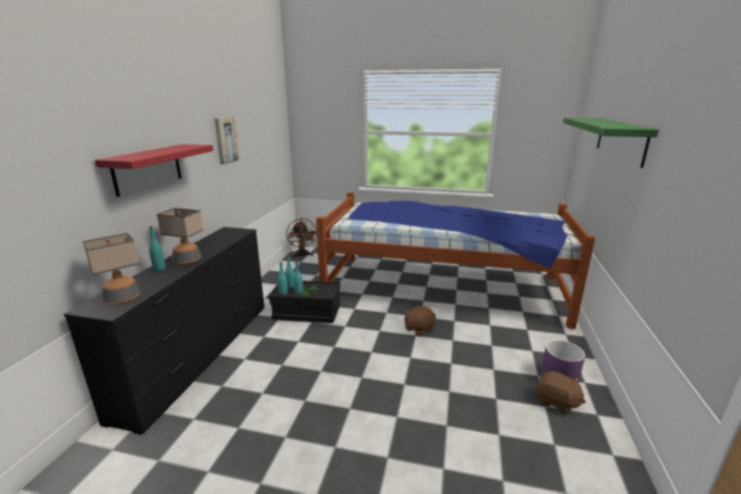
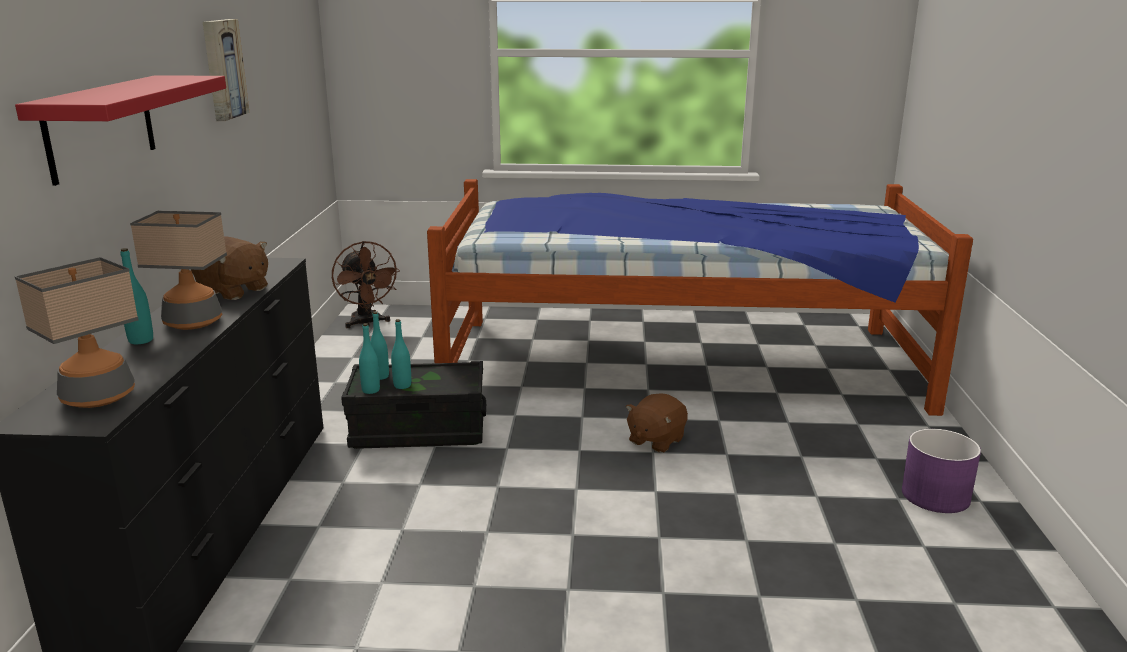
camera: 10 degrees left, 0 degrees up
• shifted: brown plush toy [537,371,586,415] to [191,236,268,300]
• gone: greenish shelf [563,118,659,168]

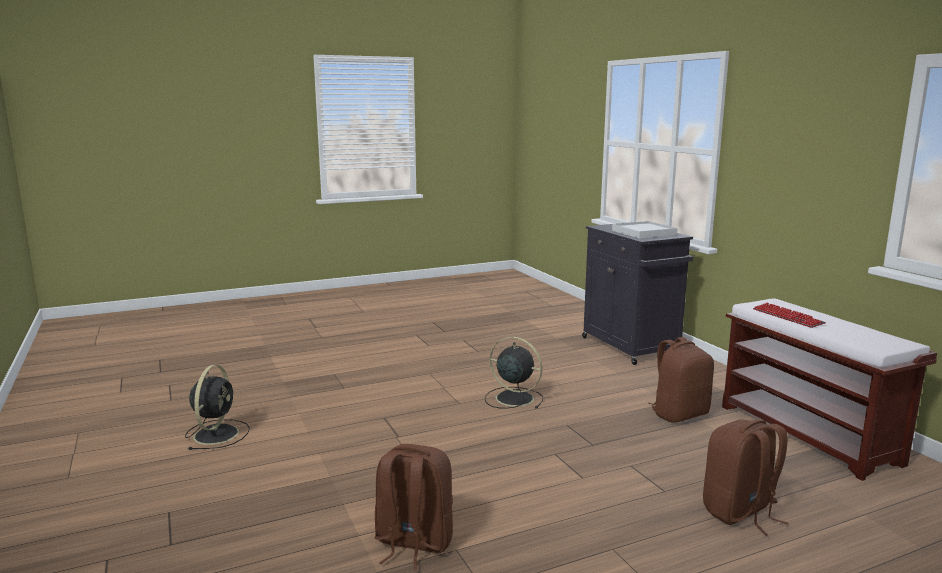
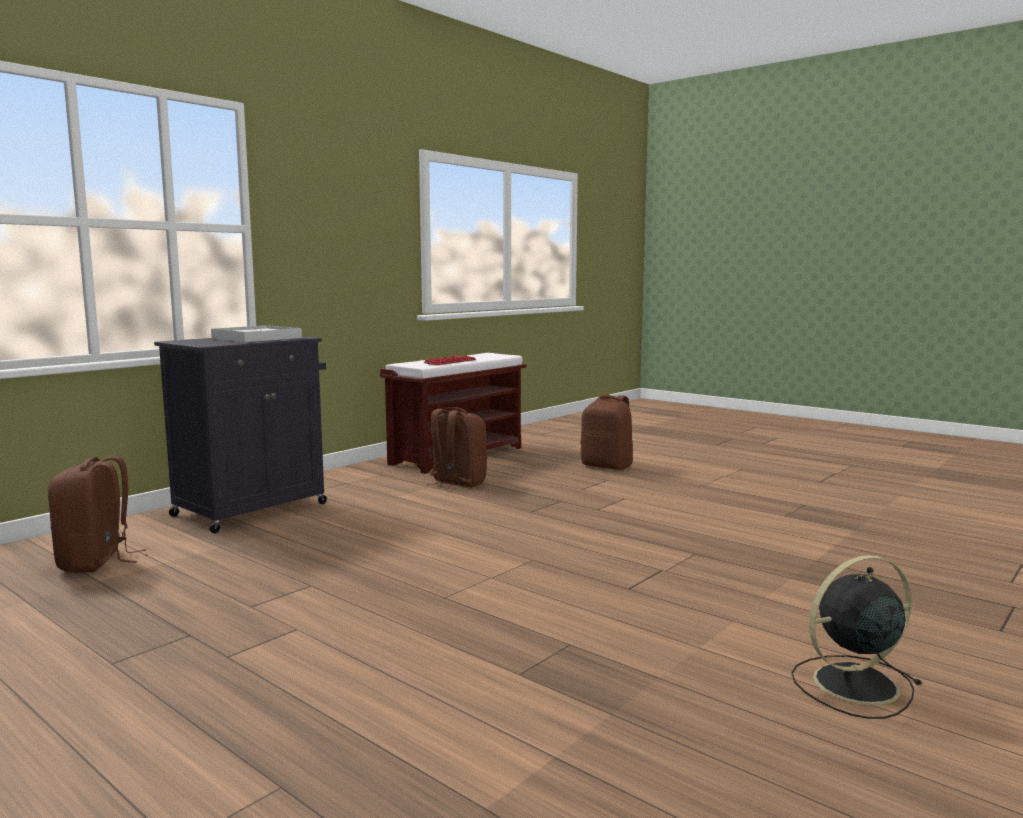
camera: 115 degrees left, 5 degrees down
• shifted: brown backpack [375,444,453,570] to [48,455,146,573]
• gone: black fan [485,337,543,409]

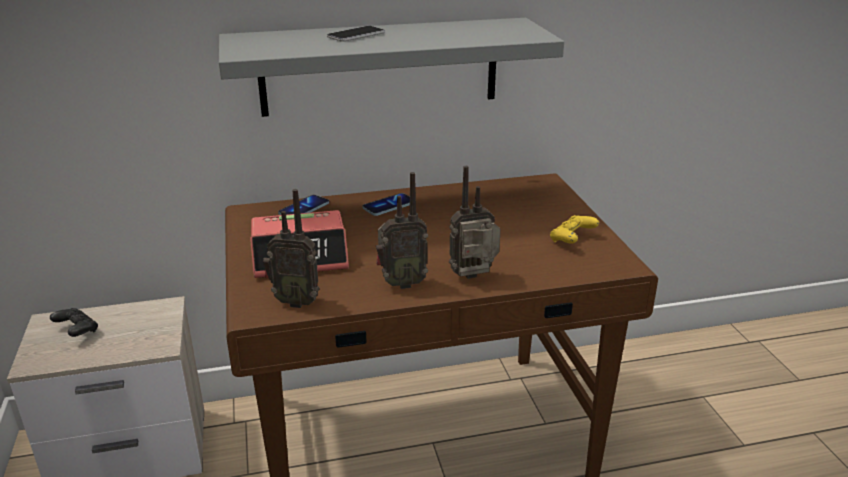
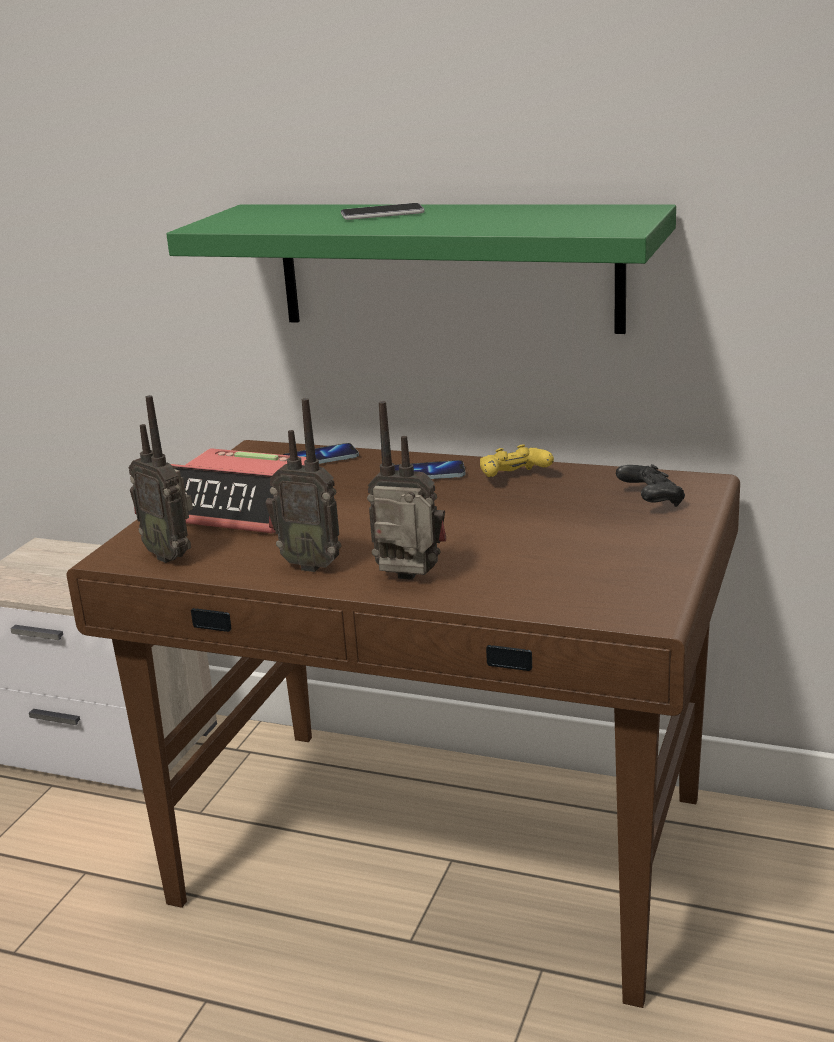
camera: 35 degrees right, 5 degrees down
• shifted: black gamepad [50,308,98,337] to [616,464,685,507]
• repainted: greyish shelf [219,18,564,117] to greenish shelf [166,205,676,334]
• shifted: yellow-coloured gamepad [550,215,599,244] to [480,444,554,477]

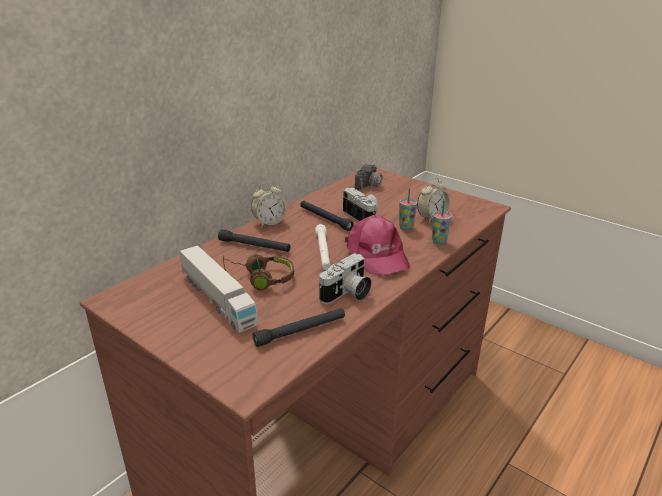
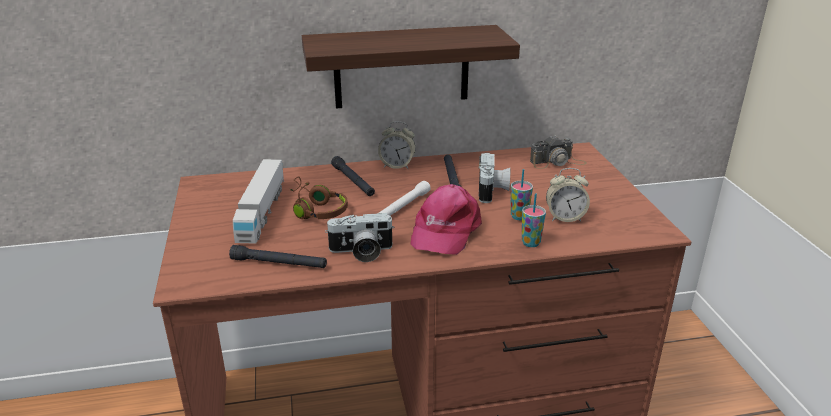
camera: 40 degrees right, 0 degrees up
• new: shelf [302,25,520,108]

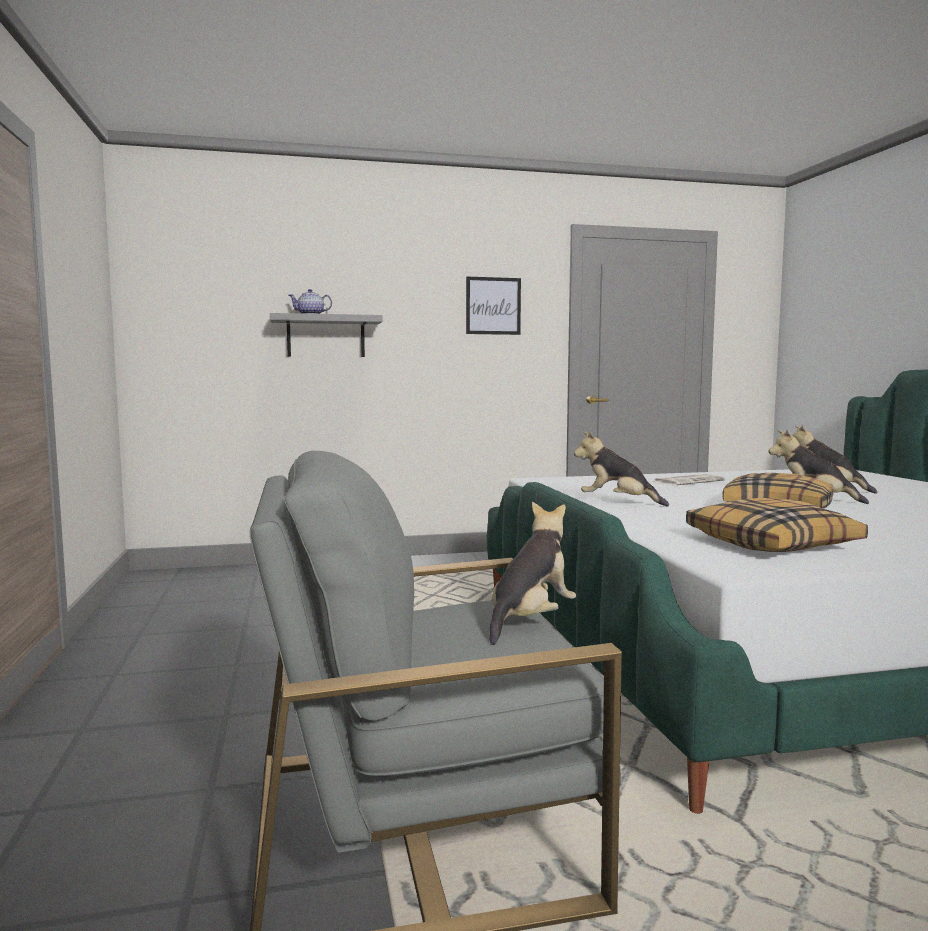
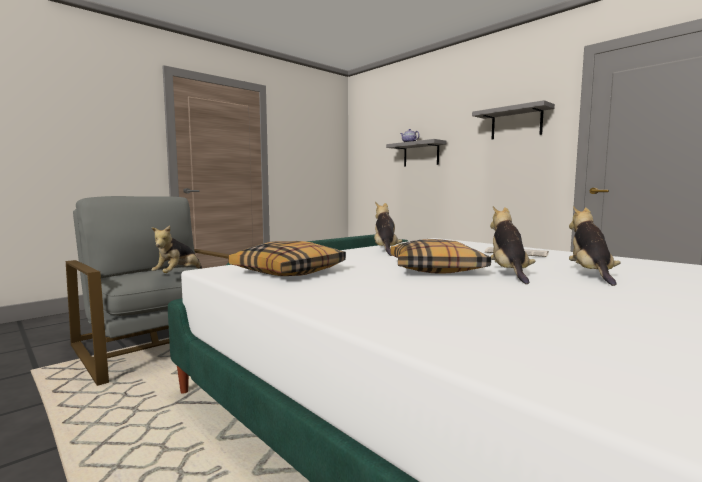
camera: 60 degrees right, 0 degrees up
• swapped: wall picture [466,277,521,335] to greyish shelf [472,100,555,139]
• rotated: plush toy [490,502,576,645] = [151,226,202,273] 105 degrees clockwise

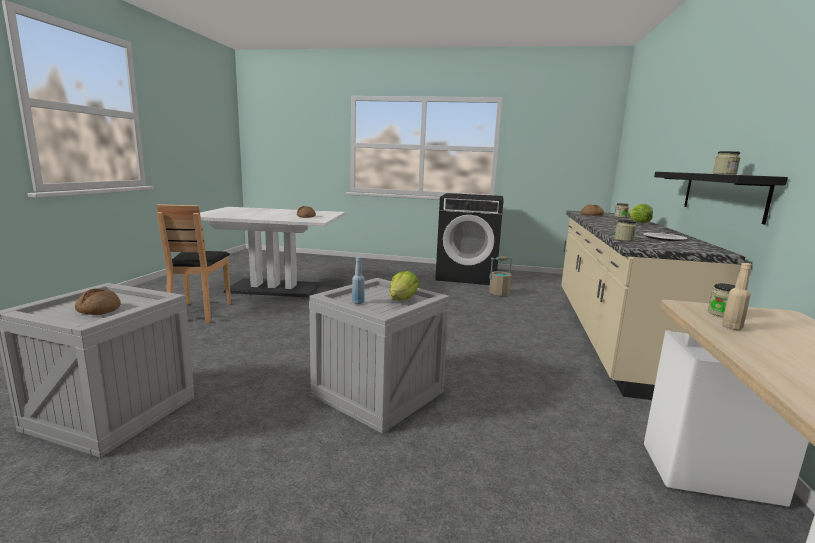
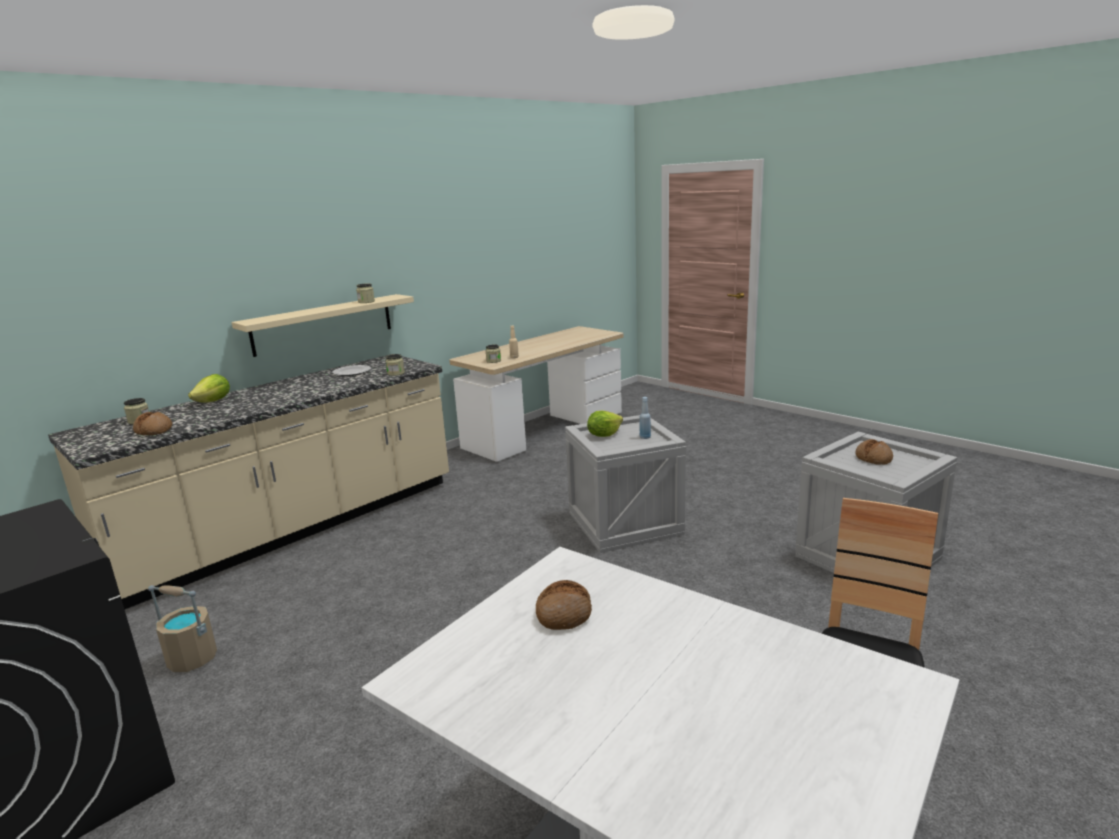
camera: 145 degrees left, 5 degrees up
• repainted: black shelf [654,172,788,225] to beige-coloured shelf [231,294,414,357]

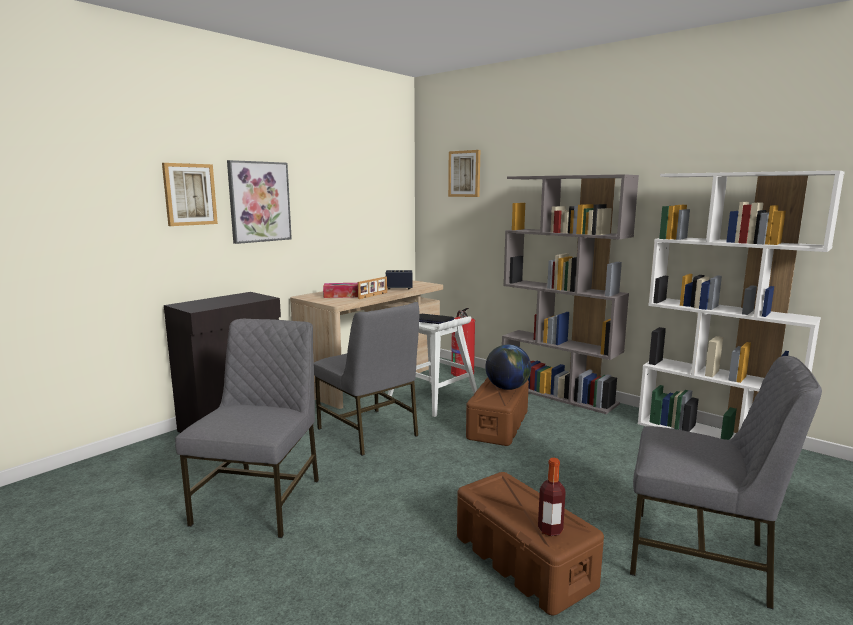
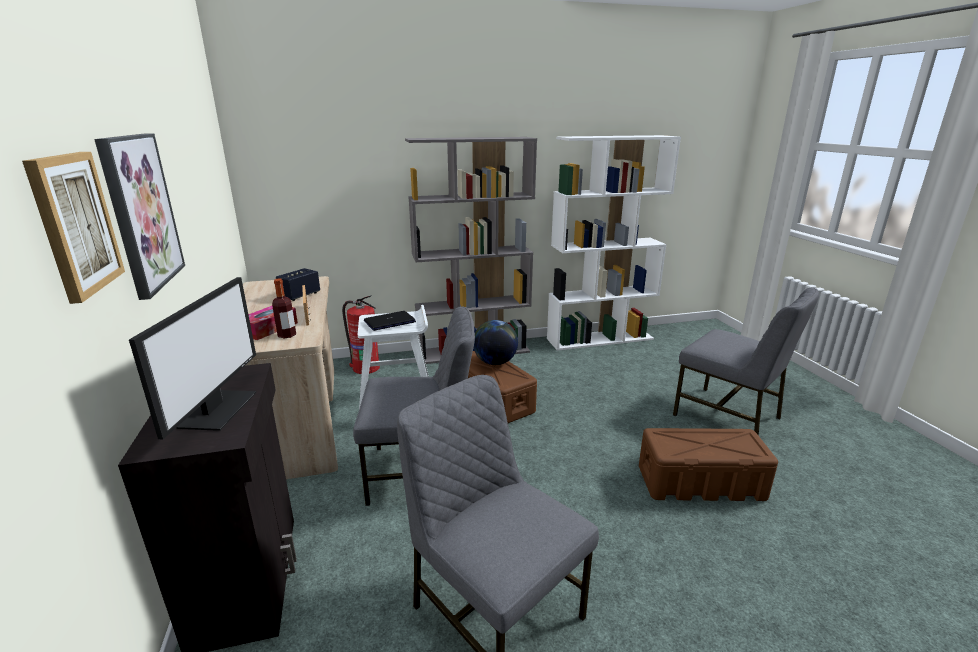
camera: 55 degrees left, 10 degrees up
• gone: wall picture [448,150,480,197]
• shifted: bottle [538,458,566,536] to [272,278,296,338]
• rotated: greyish chair [630,356,822,609] = [673,288,819,436] 75 degrees clockwise
• new: computer screen [129,277,256,439]

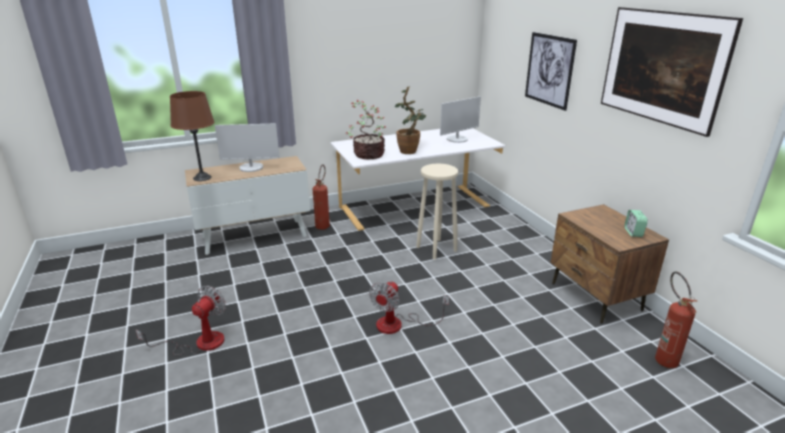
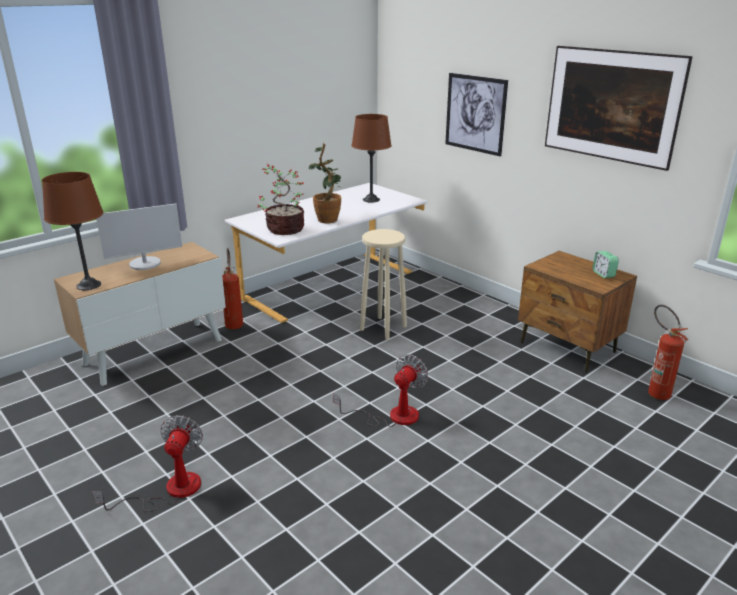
camera: 20 degrees left, 0 degrees up
• rotated: fan [369,281,449,334] = [333,354,428,427] 150 degrees counterclockwise
• swapped: computer screen [440,96,481,143] to brown tabletop lamp [351,114,392,203]

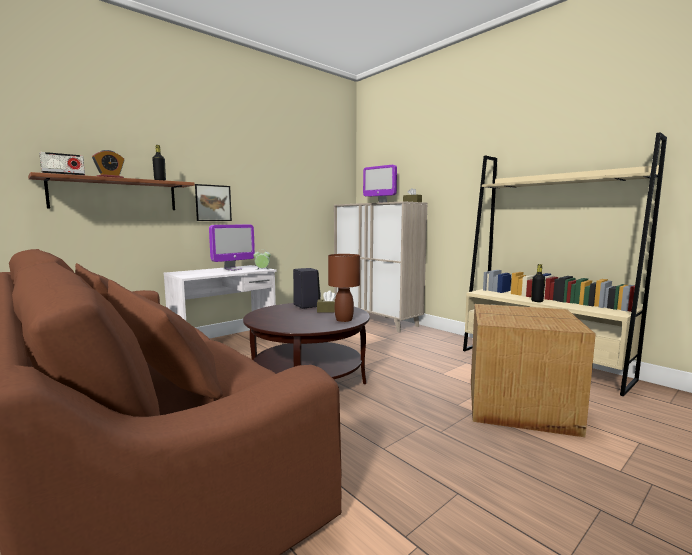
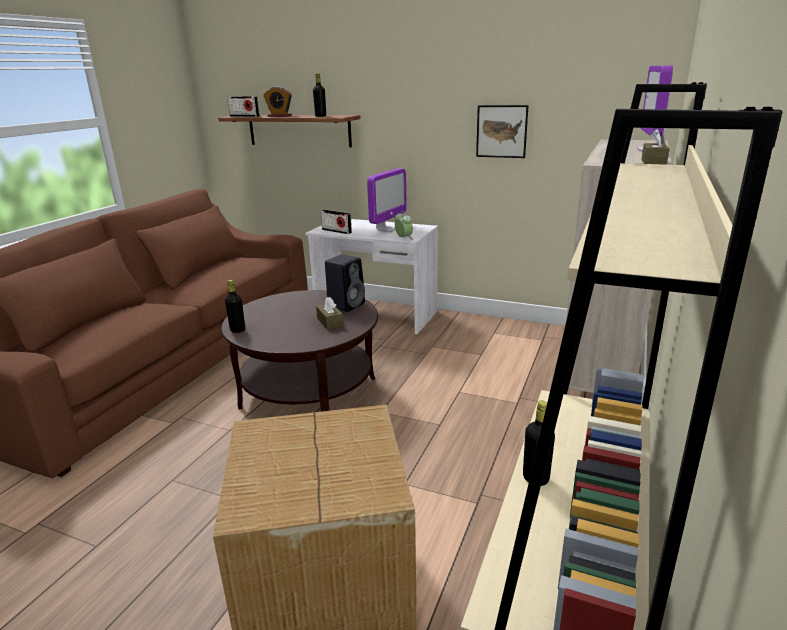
camera: 65 degrees right, 15 degrees up
• shifted: wall picture [195,184,232,221] to [476,105,529,158]
• rotated: computer screen [209,225,255,271] = [367,168,407,232] 75 degrees counterclockwise
• gone: brown tabletop lamp [328,254,360,322]
• new: black bottle [225,280,245,333]
• new: radio set [321,210,352,234]

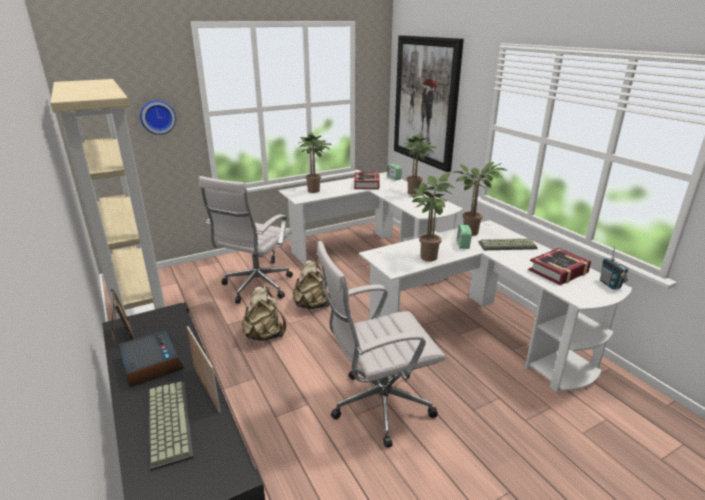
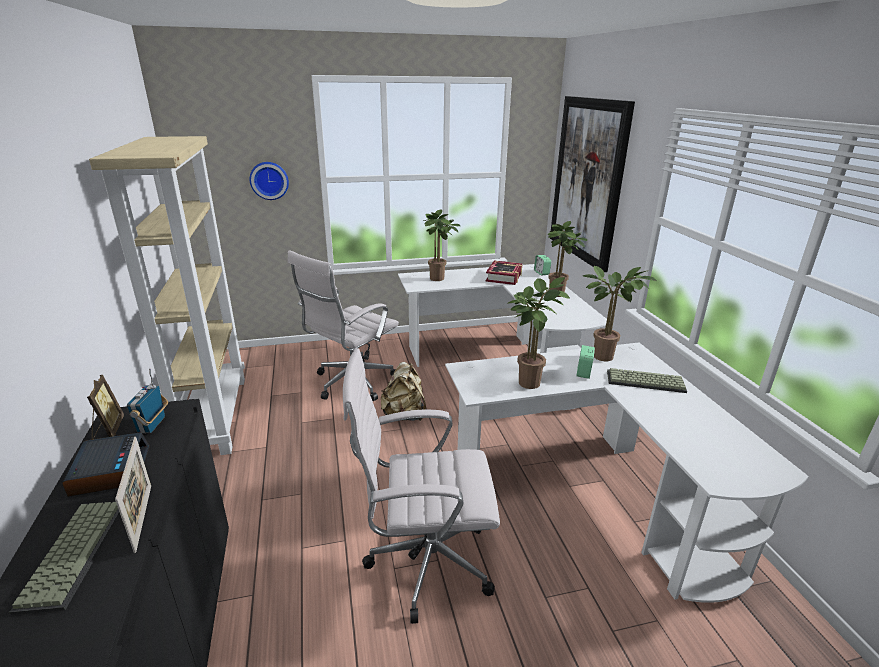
camera: 15 degrees right, 0 degrees up
• gone: beige-coloured backpack [242,287,286,341]
• gone: bound book [528,248,591,285]
• shifted: radio set [600,246,628,289] to [127,369,168,433]

